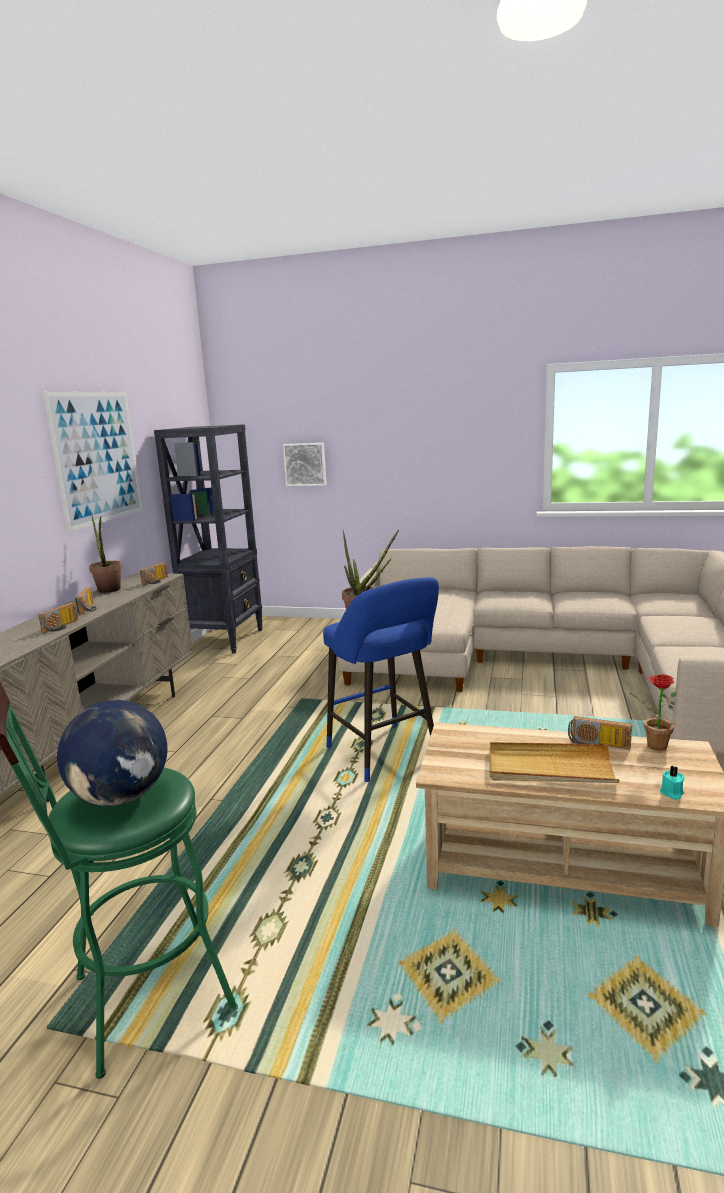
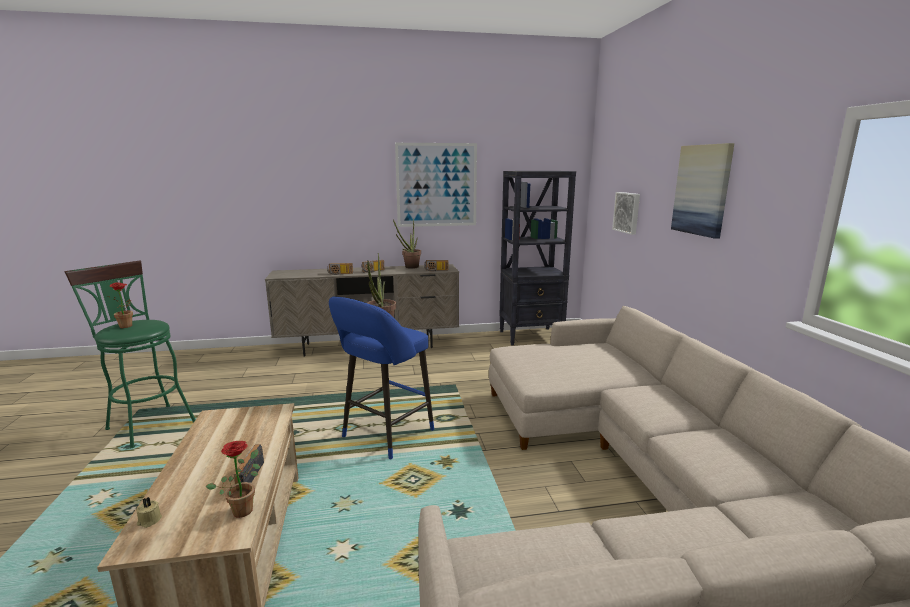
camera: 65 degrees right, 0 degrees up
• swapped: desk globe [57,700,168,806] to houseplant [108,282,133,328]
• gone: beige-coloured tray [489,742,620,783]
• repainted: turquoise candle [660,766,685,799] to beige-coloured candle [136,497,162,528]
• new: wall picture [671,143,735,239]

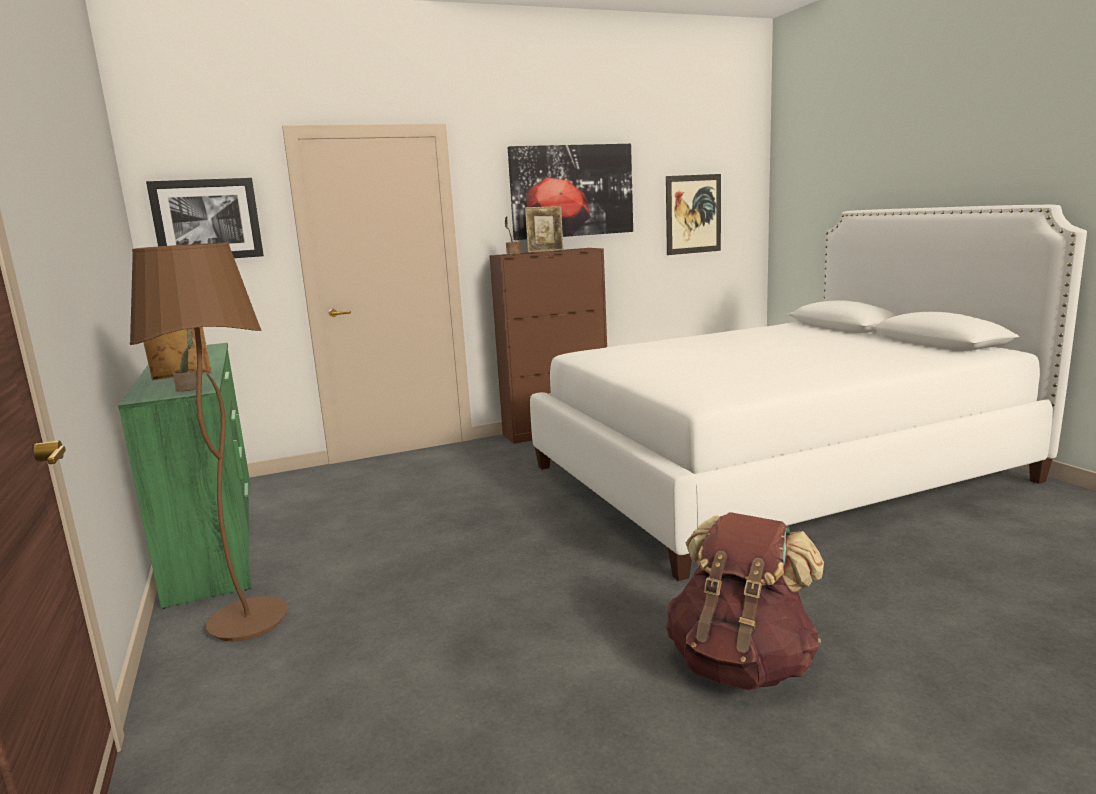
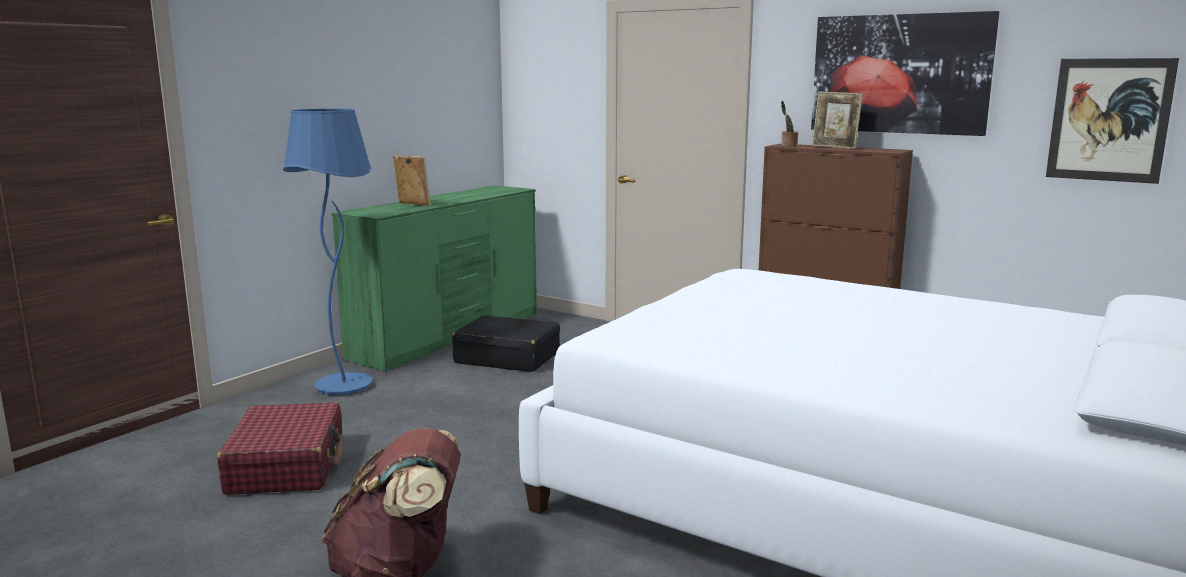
camera: 55 degrees right, 0 degrees up
• repainted: brown standing lamp [130,242,288,641] to blue-coloured standing lamp [283,109,373,396]
• gone: wall picture [146,178,264,258]
• gone: houseplant [173,329,197,392]
• new: red travel case [217,402,342,495]
• new: black travel case [452,315,560,372]

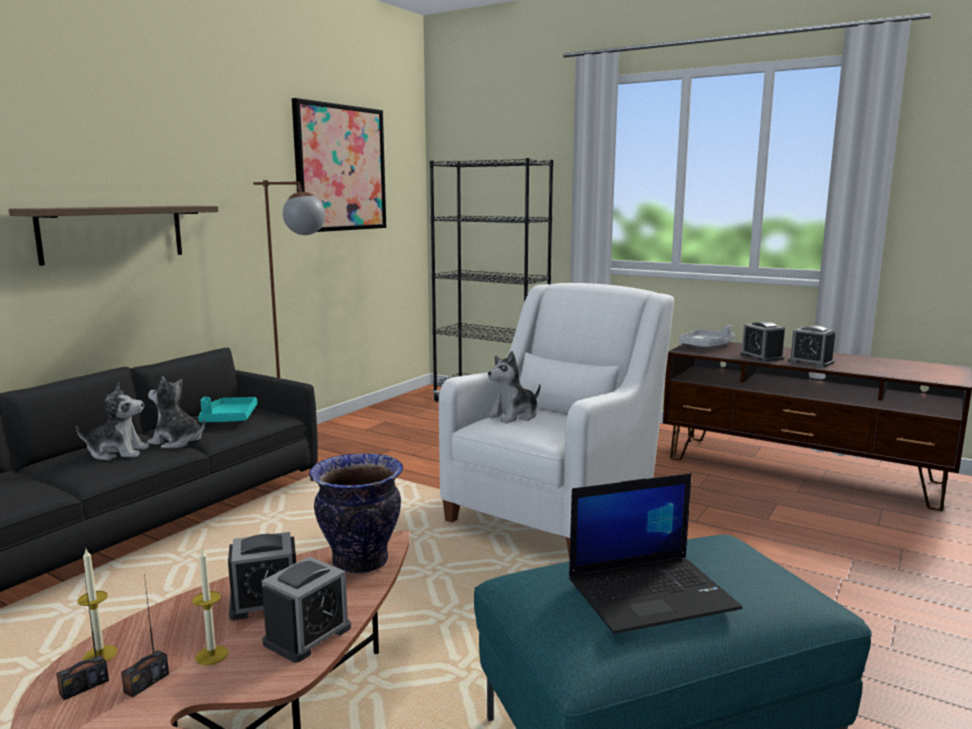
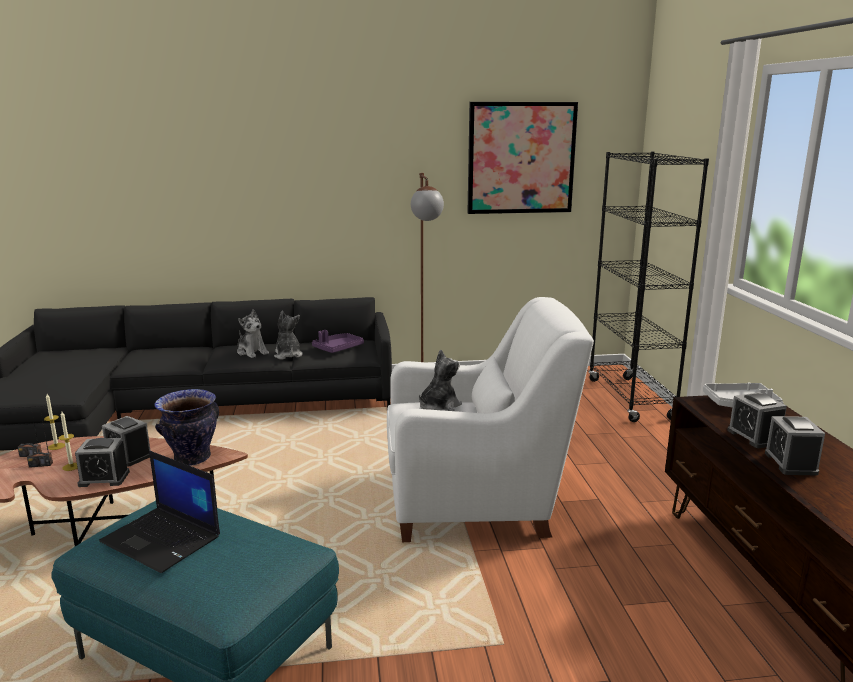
camera: 50 degrees right, 5 degrees up
• gone: shelf [9,206,218,266]
• repainted: turquoise tray [198,397,257,422] to purple-coloured tray [312,330,364,353]
• rotated: plush toy [487,351,540,423] = [419,350,462,411] 120 degrees clockwise
• rotated: table clock [740,322,785,362] = [727,392,787,448] 45 degrees counterclockwise

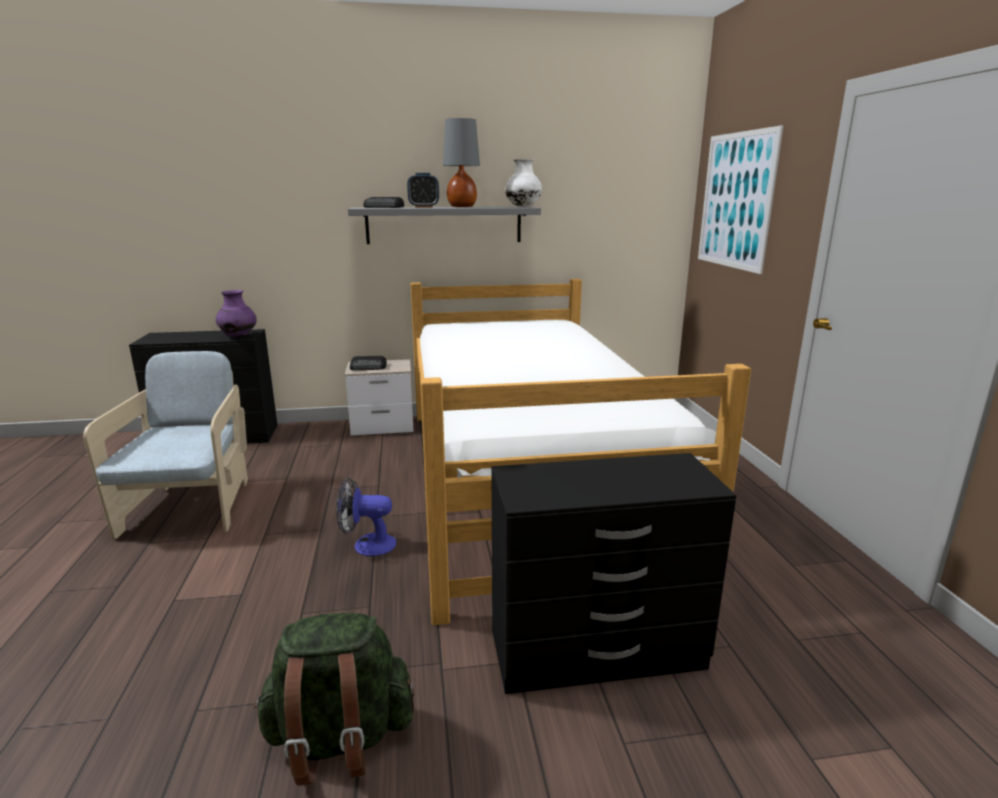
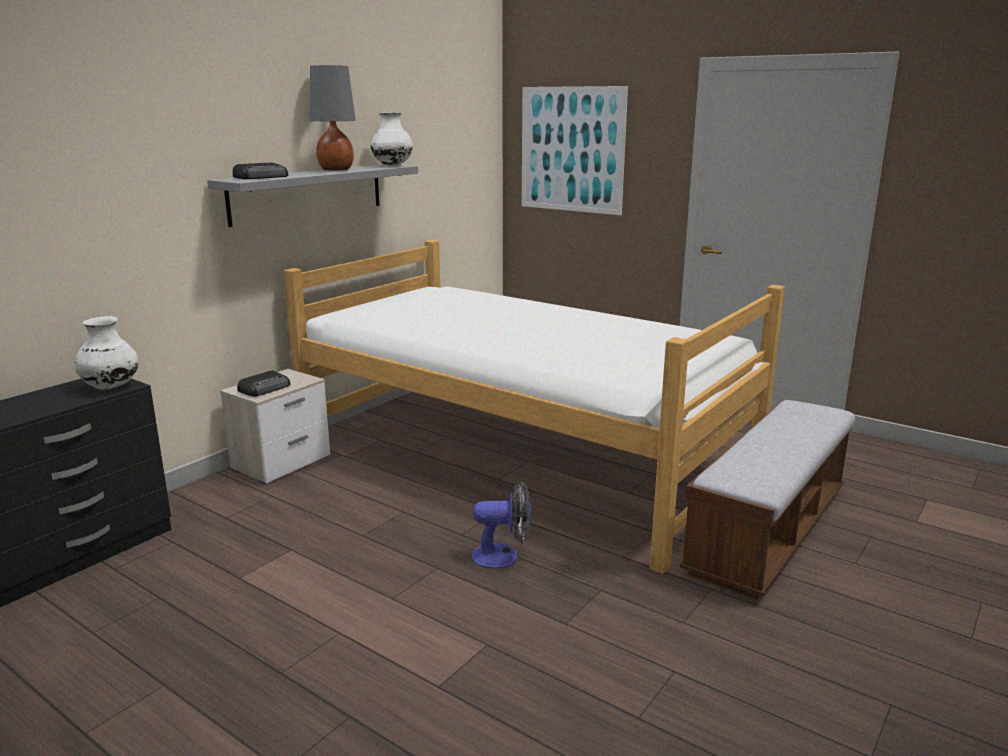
camera: 45 degrees left, 0 degrees up
• gone: beige-coloured lounge chair [83,351,248,539]
• repainted: purple-coloured decorative vase [216,290,257,338] to white-coloured decorative vase [75,316,139,390]
• gone: greenish backpack [254,613,414,786]
• rotated: fan [337,478,396,556] = [472,482,531,569] 135 degrees counterclockwise
• gone: table clock [407,173,439,207]
• swapped: black drawer chest [492,453,736,694] to long seat [679,400,855,600]

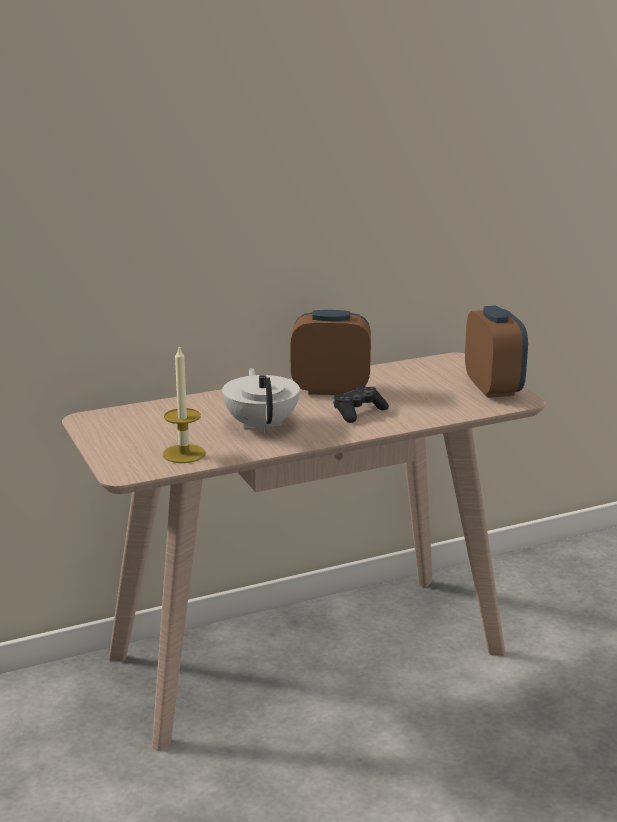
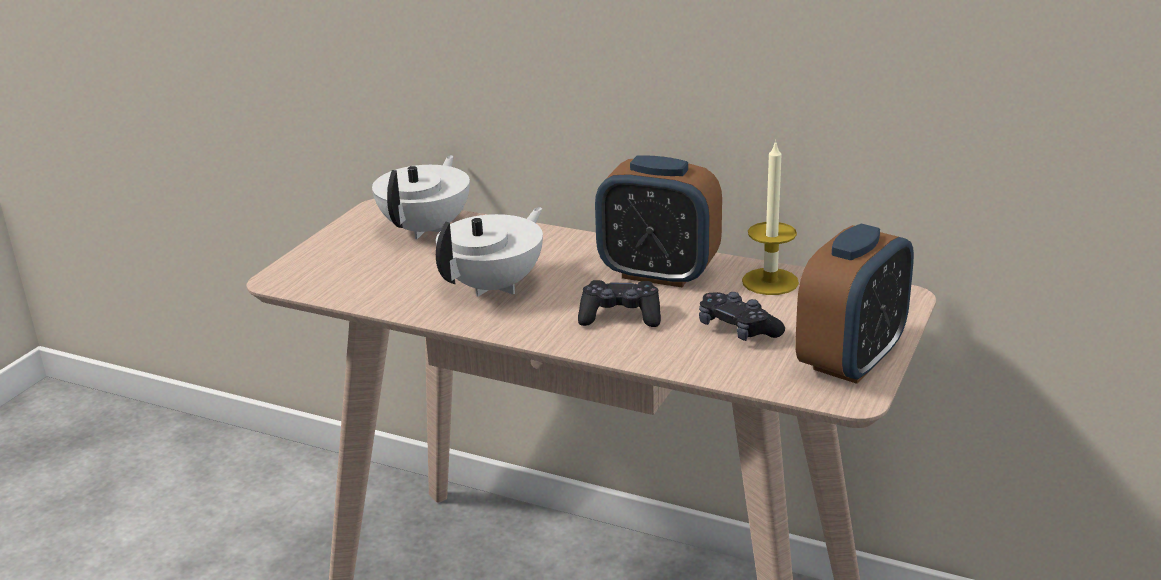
camera: 50 degrees right, 5 degrees up
• shifted: candle [163,346,205,463] to [742,140,799,295]
• rotated: table clock [291,310,371,395] = [595,155,722,288] 150 degrees clockwise
• new: white-coloured tea pot [372,155,470,239]
• new: black gamepad [699,292,785,341]

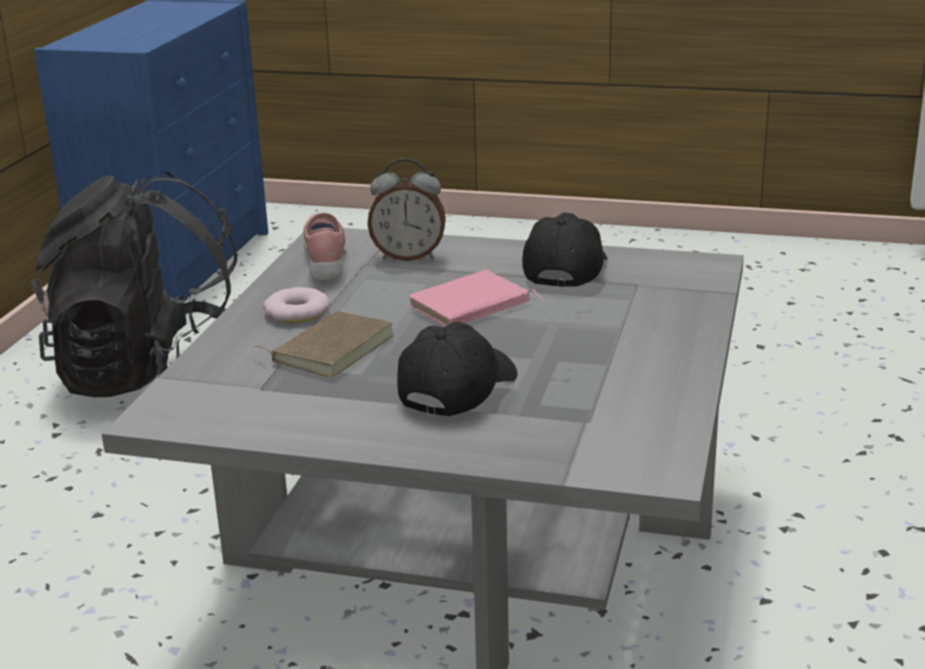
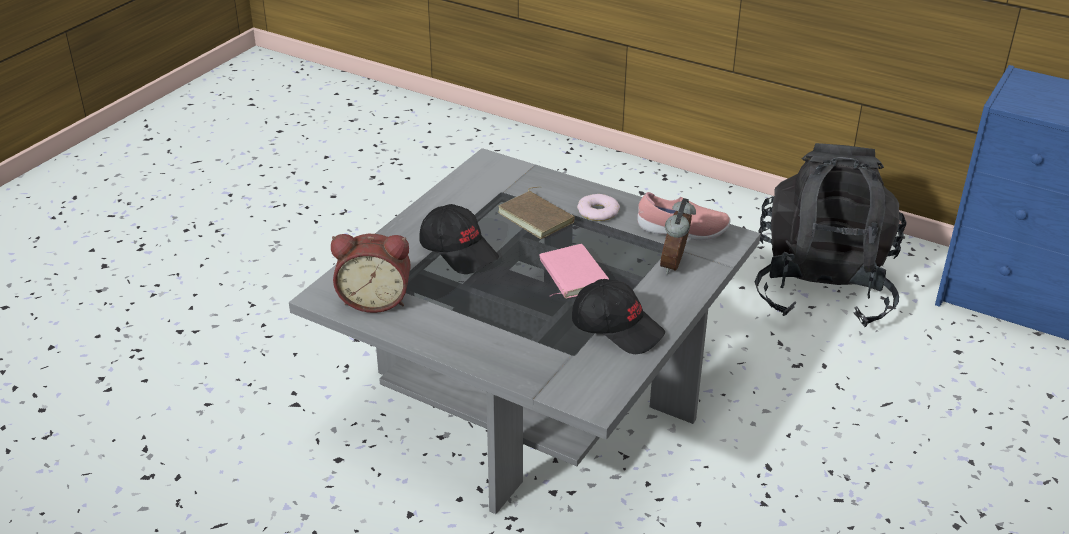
camera: 105 degrees right, 10 degrees up
• new: table clock [331,234,411,313]

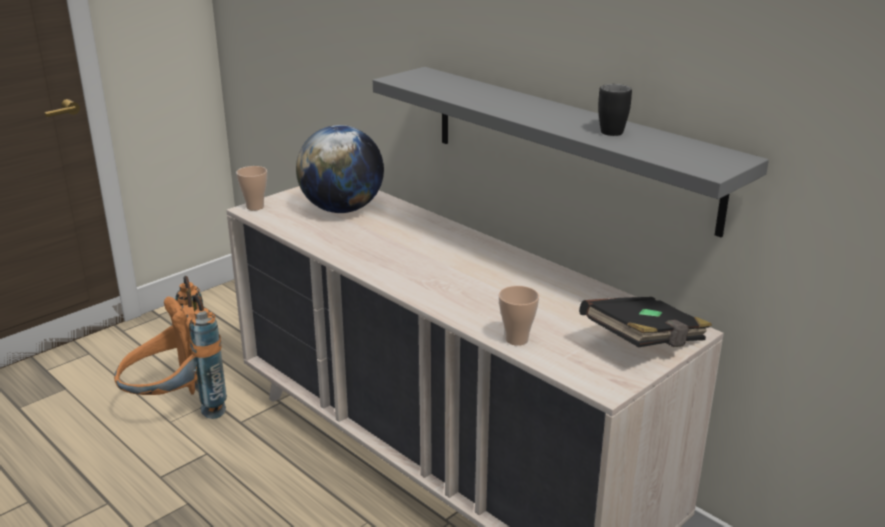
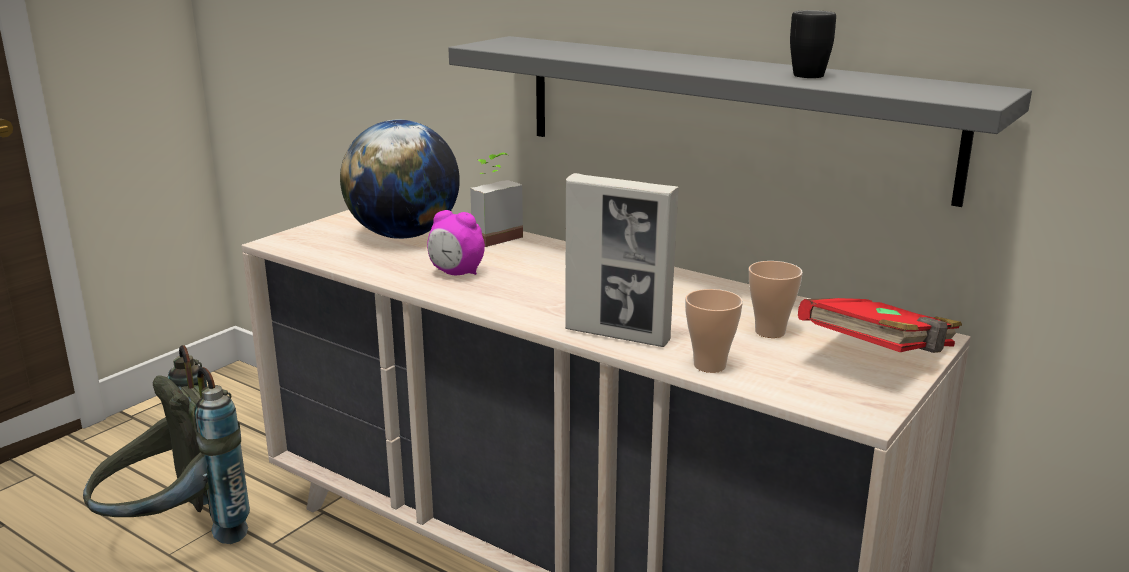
camera: 10 degrees left, 5 degrees down
• repainted: orange backpack [114,276,227,419] to greyish backpack [83,345,250,544]
• shifted: drinking cup [236,166,267,211] to [749,261,803,338]
• repainted: black bound book [579,297,712,347] to red bound book [798,298,962,353]
• new: table clock [427,210,485,275]
• new: houseplant [470,153,523,247]
• new: photo frame [565,173,679,347]

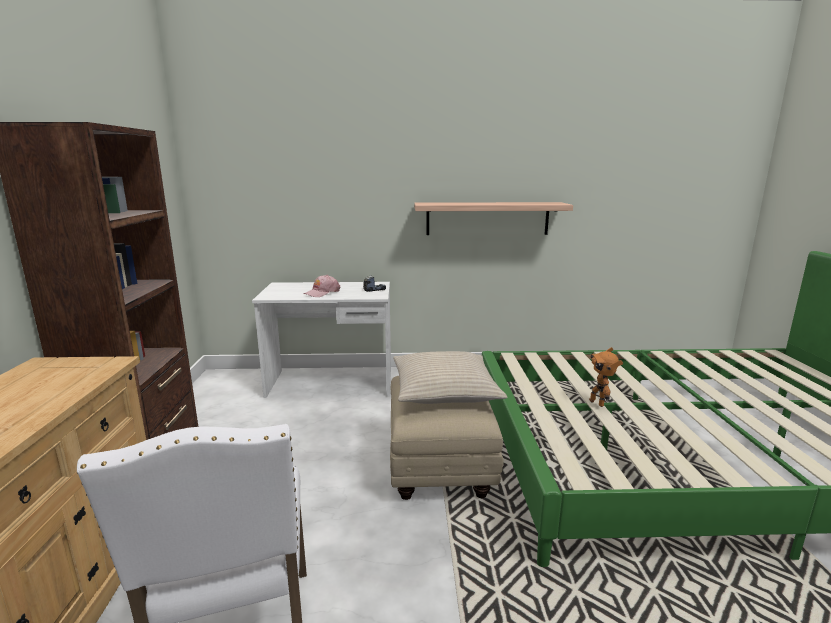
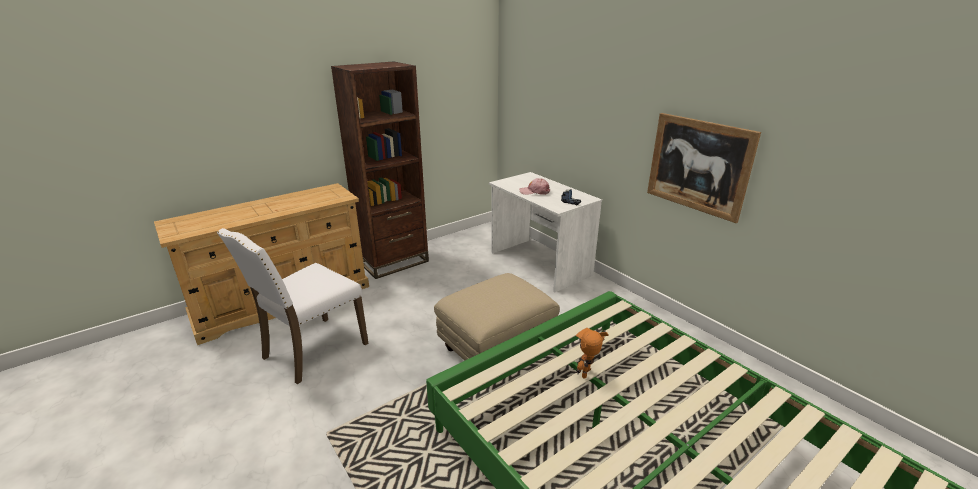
camera: 55 degrees right, 10 degrees up
• gone: beige-coloured cushion [393,351,507,404]
• swapped: shelf [414,202,573,235] to wall picture [647,113,761,223]

